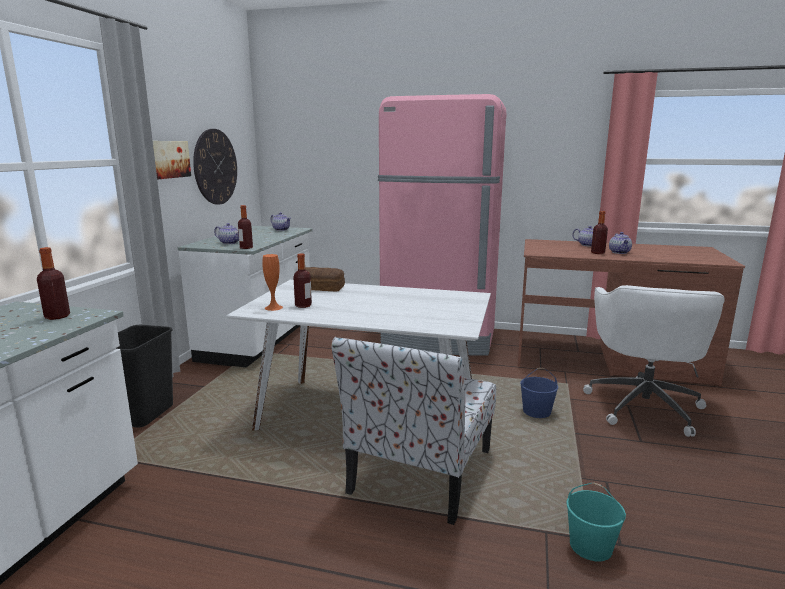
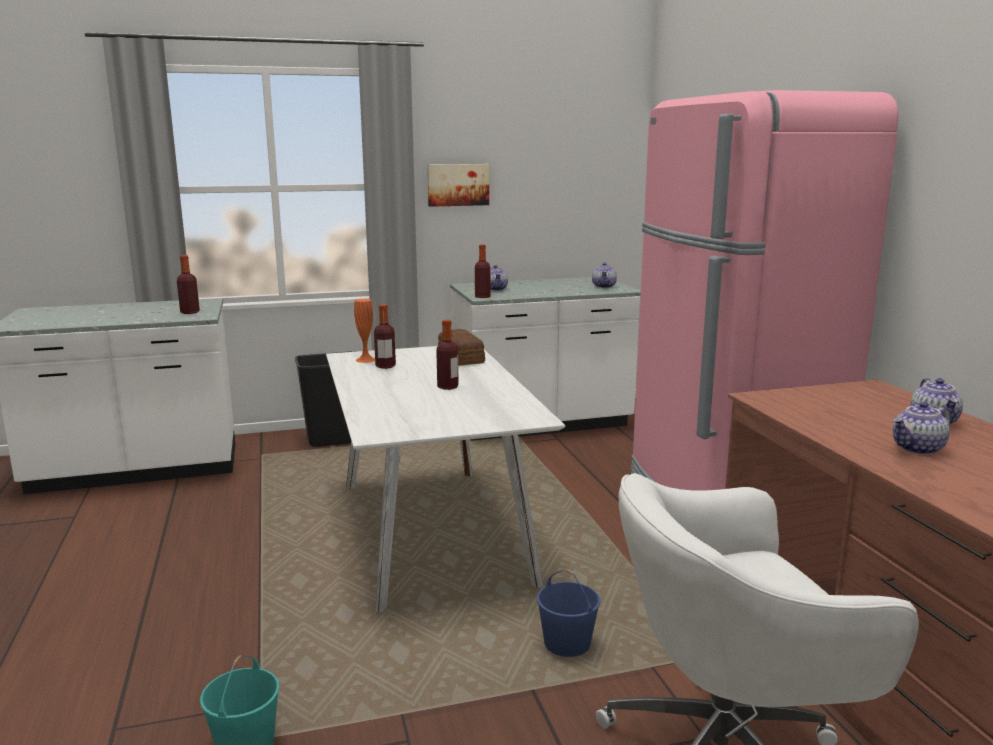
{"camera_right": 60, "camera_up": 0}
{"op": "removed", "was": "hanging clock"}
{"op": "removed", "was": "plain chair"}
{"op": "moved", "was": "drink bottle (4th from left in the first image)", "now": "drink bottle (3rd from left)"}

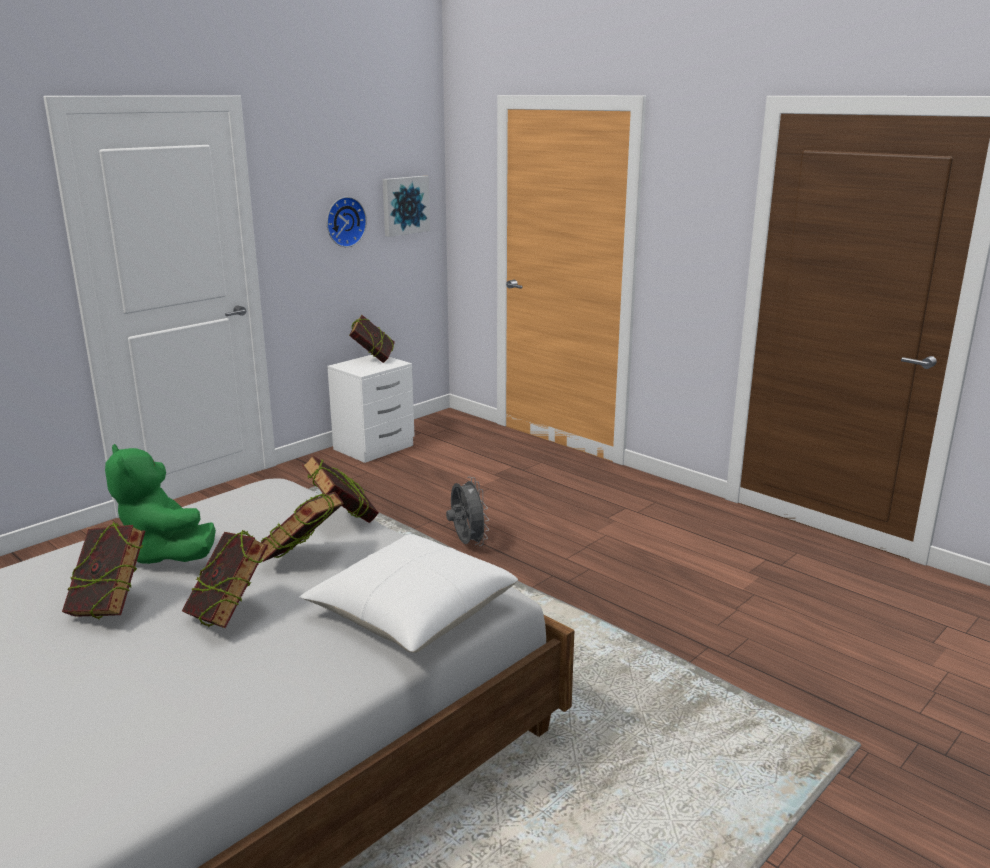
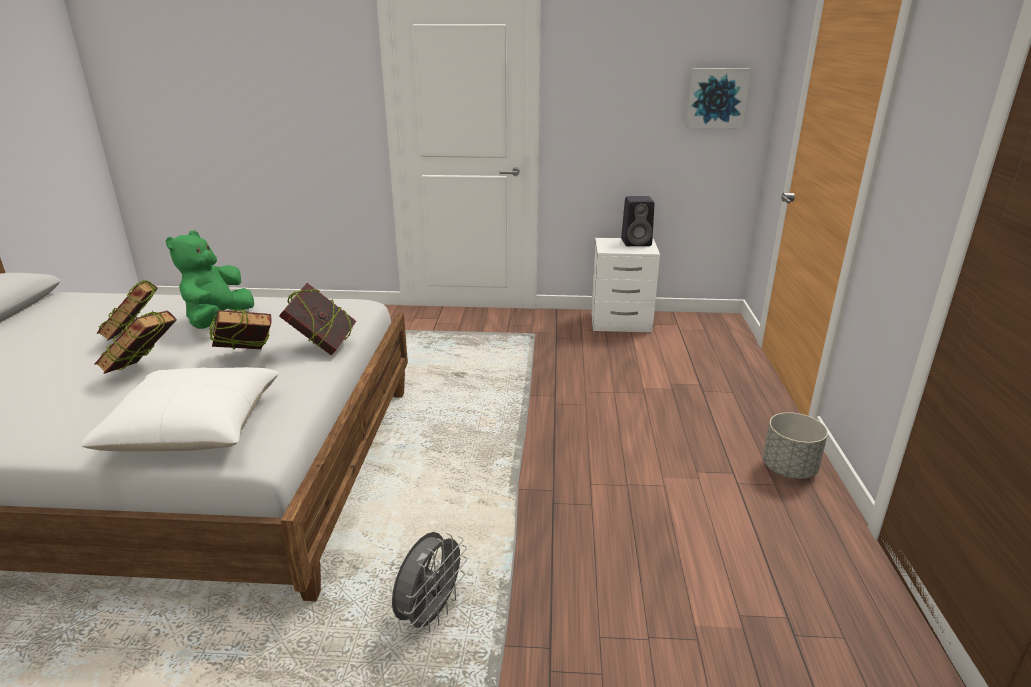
{"camera_right": 50, "camera_up": 5}
{"op": "removed", "was": "hanging clock"}
{"op": "replaced", "was": "bound book (5th from left)", "now": "black loudspeaker"}
{"op": "moved", "was": "greyish cooling fan"}
{"op": "added", "now": "greyish planter"}

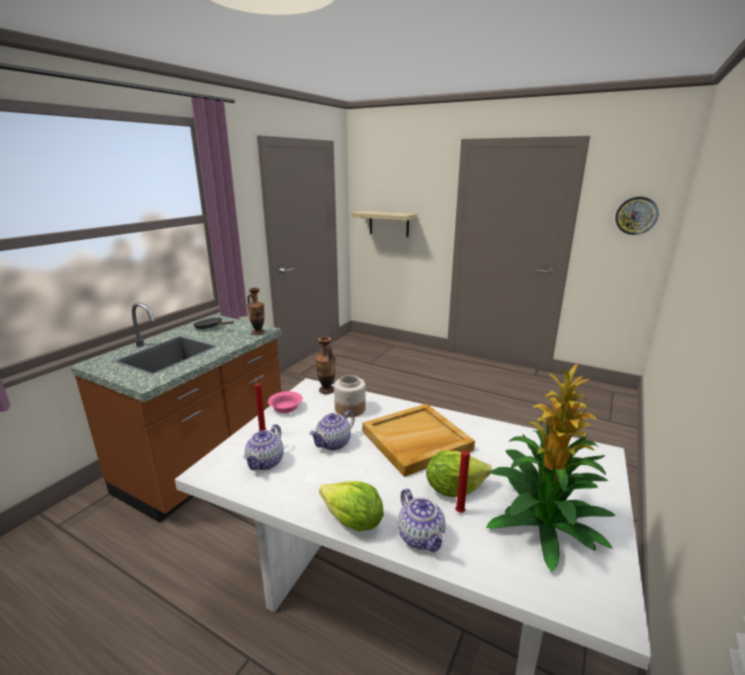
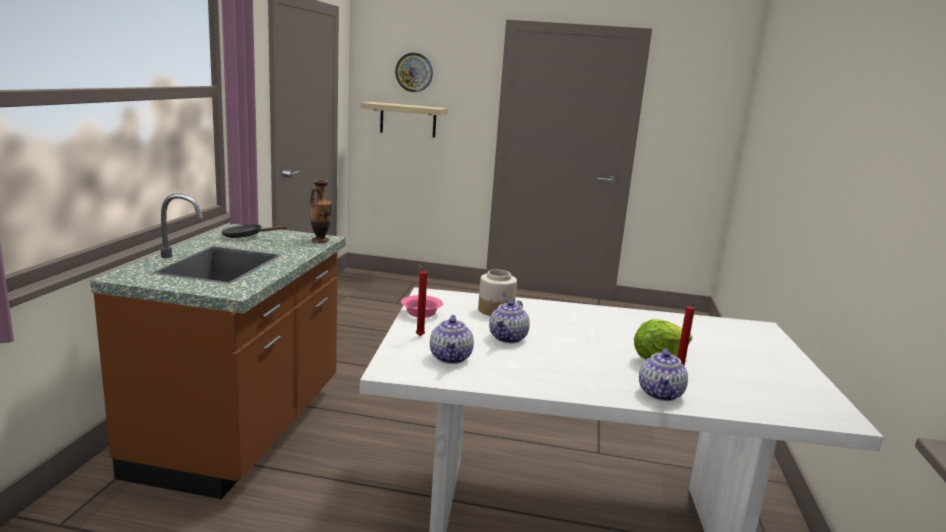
{"camera_right": -20, "camera_up": -5}
{"op": "removed", "was": "flower vase (2nd from left)"}
{"op": "removed", "was": "lettuce head (1st from left)"}
{"op": "removed", "was": "beige-coloured serving tray"}
{"op": "turned", "was": "pot for tea (3rd from left)", "clockwise": 60}
{"op": "removed", "was": "houseplant"}
{"op": "moved", "was": "hanging clock"}

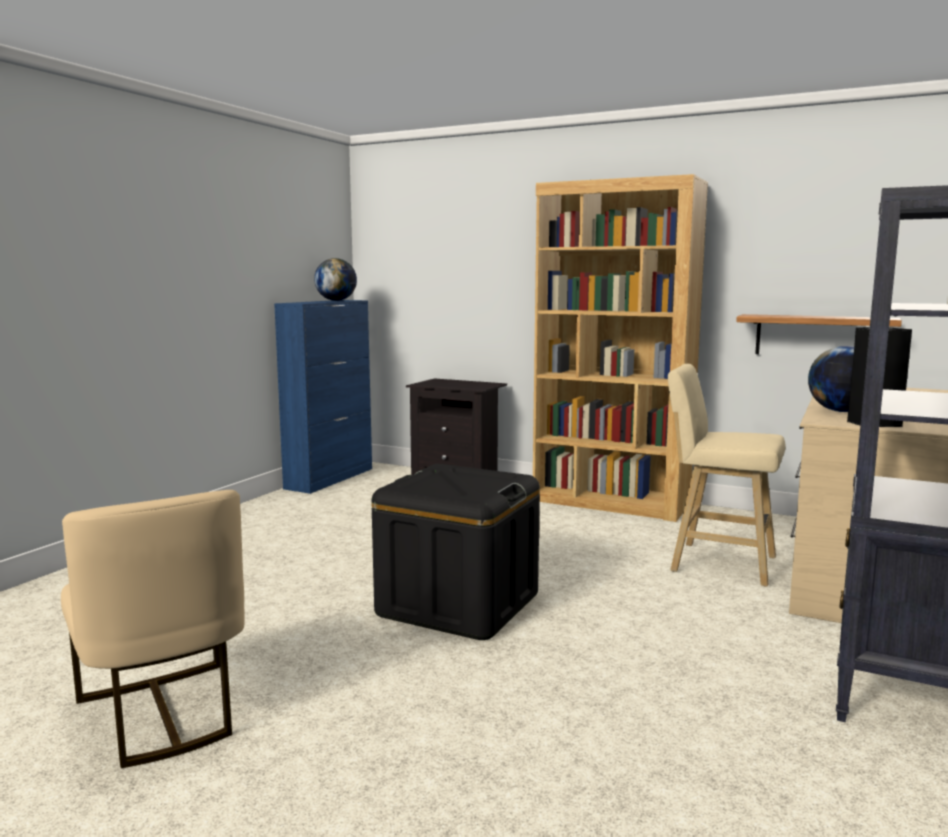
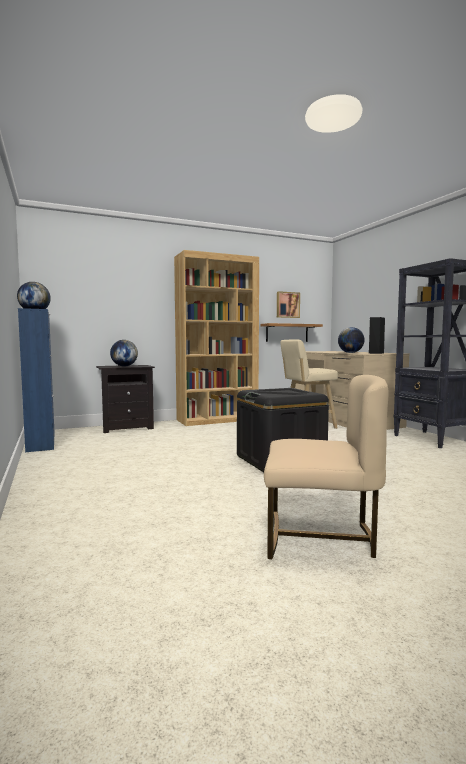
{"camera_right": -50, "camera_up": -5}
{"op": "added", "now": "world globe (2nd from left)"}
{"op": "added", "now": "wall picture"}

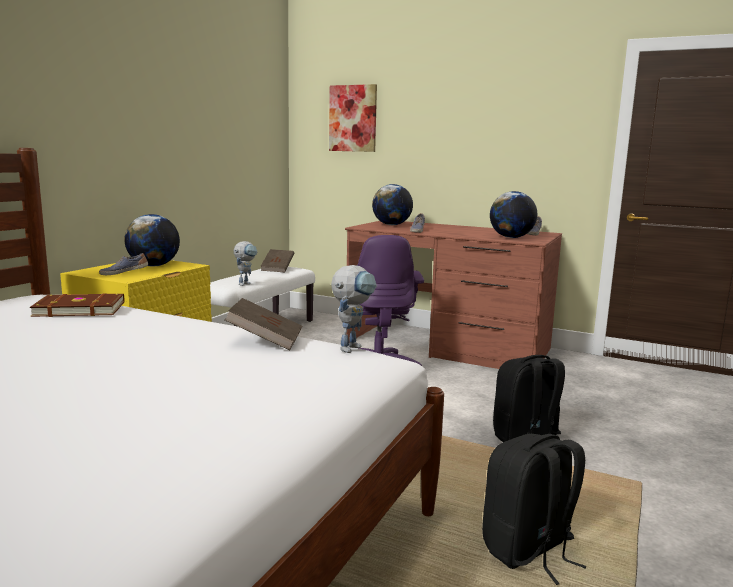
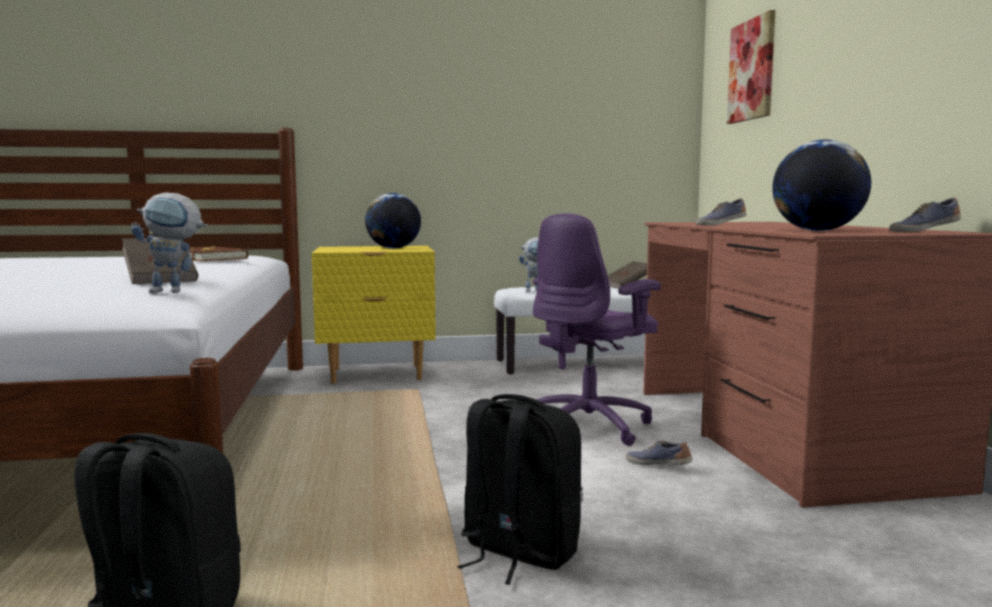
{"camera_right": 55, "camera_up": -5}
{"op": "moved", "was": "item of footwear (1st from left)"}
{"op": "removed", "was": "world globe (2nd from left)"}

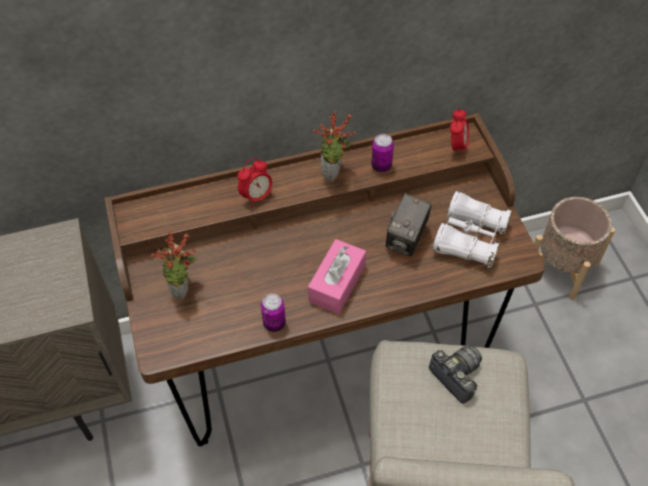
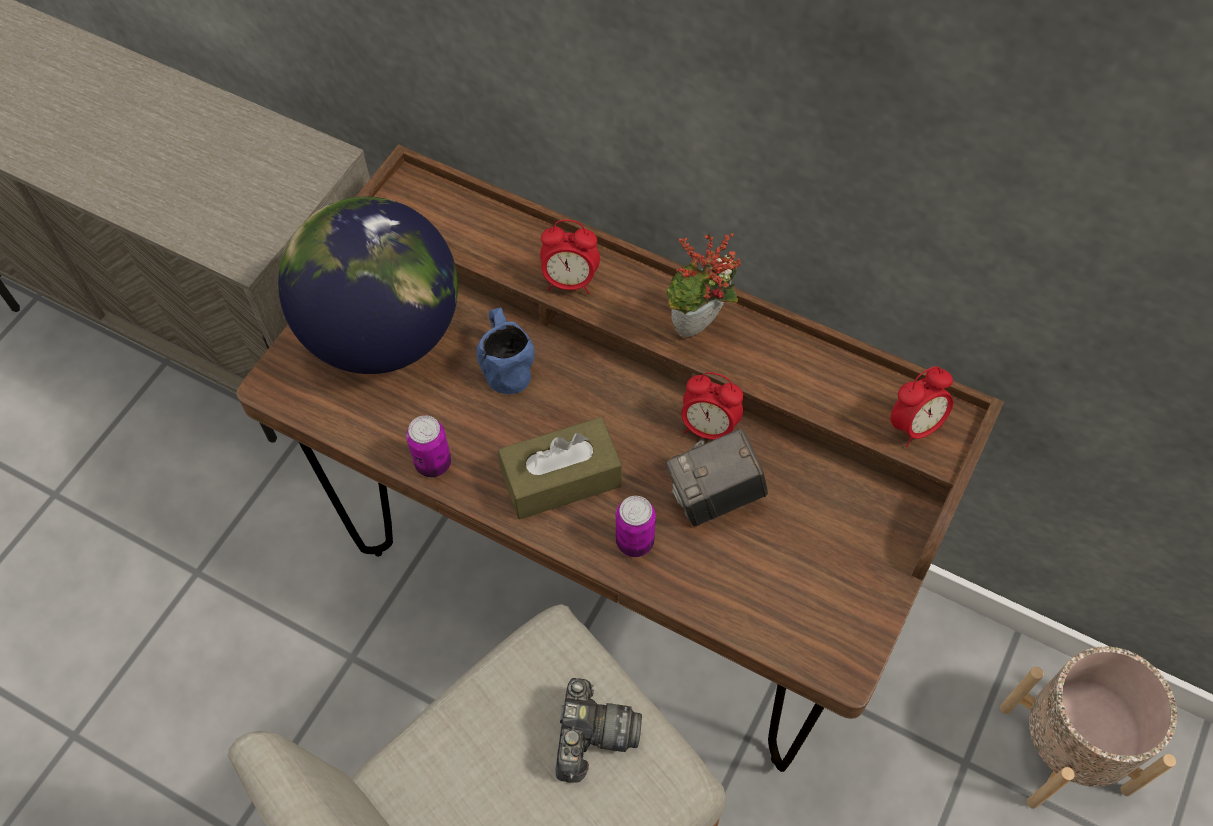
{"camera_right": 45, "camera_up": 5}
{"op": "replaced", "was": "houseplant (1st from left)", "now": "world globe"}
{"op": "recoloured", "was": "pinkish tissue box", "now": "brown-coloured tissue box"}
{"op": "moved", "was": "can (2nd from left)"}
{"op": "removed", "was": "white pair of binoculars"}
{"op": "added", "now": "blue-coloured tea mug"}
{"op": "added", "now": "bedside clock (2nd from left)"}

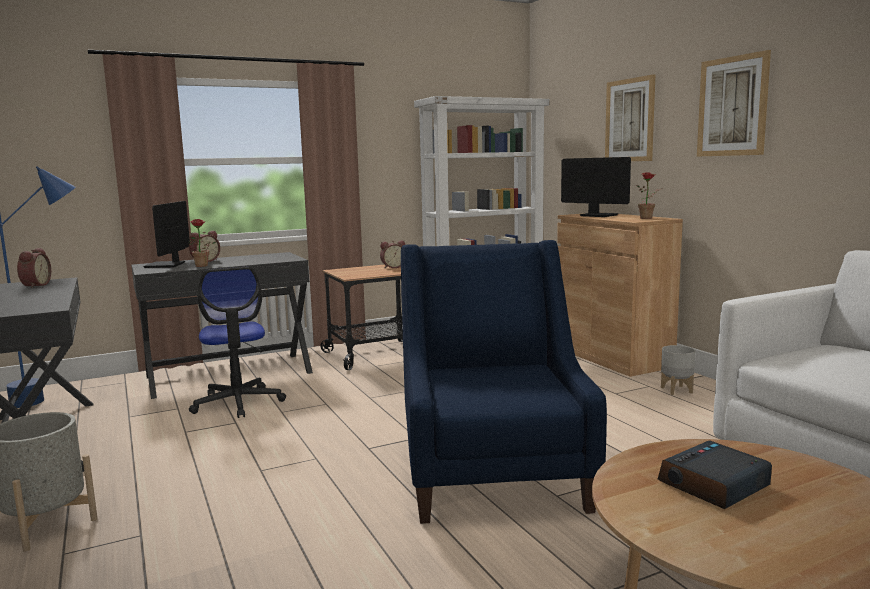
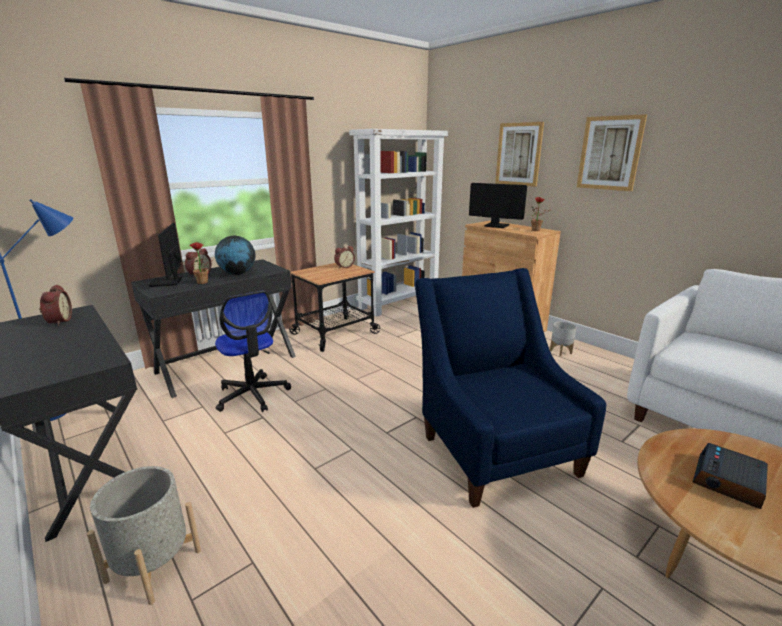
{"camera_right": -15, "camera_up": 10}
{"op": "added", "now": "world globe"}

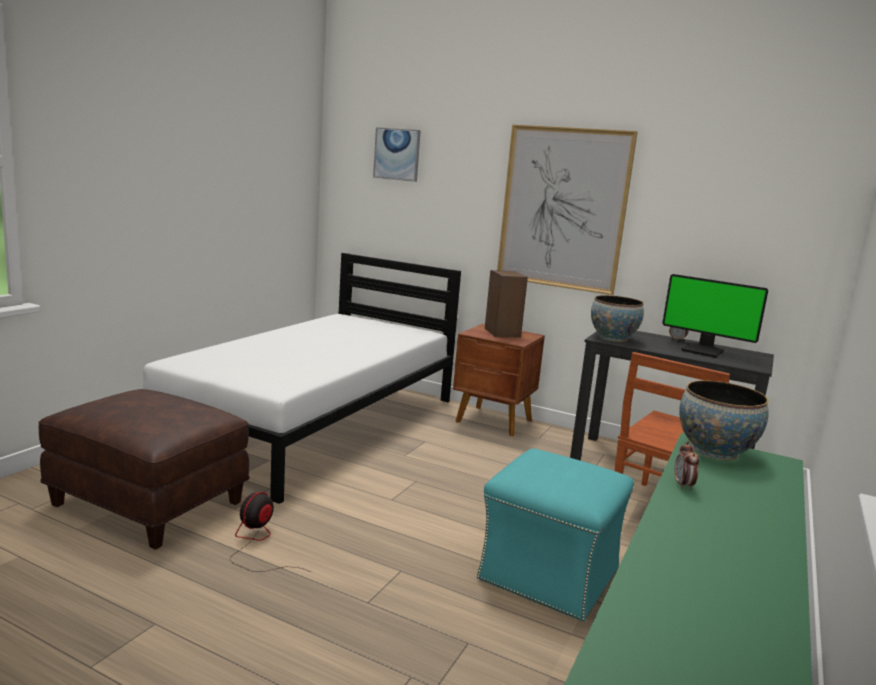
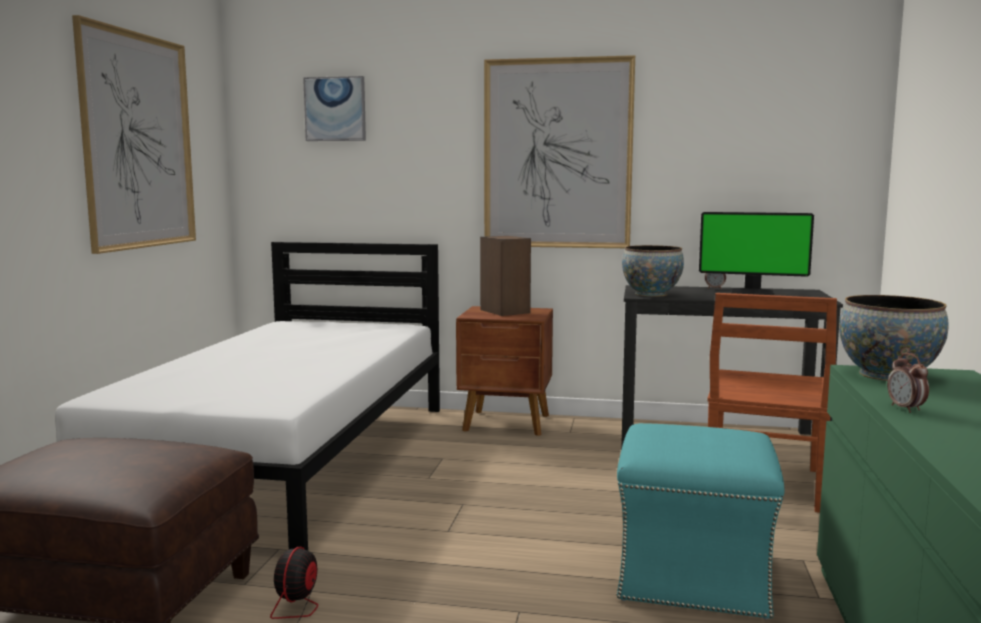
{"camera_right": -15, "camera_up": -5}
{"op": "added", "now": "wall picture (1st from left)"}

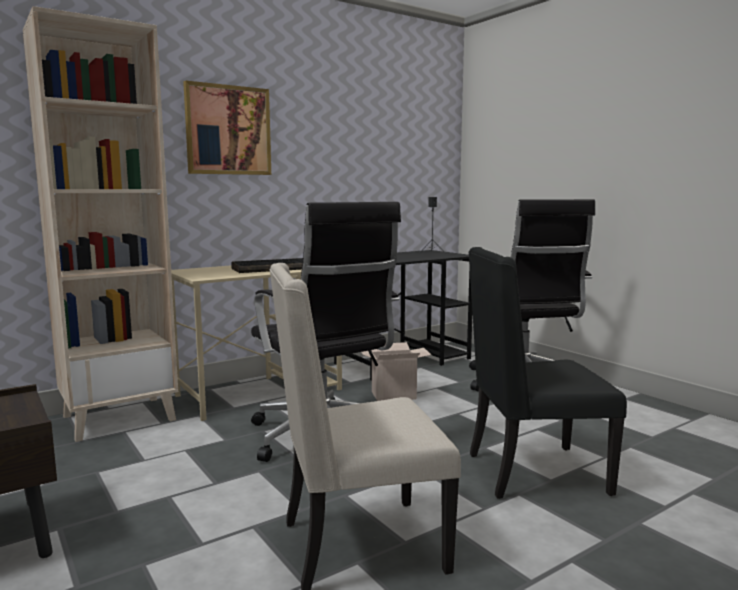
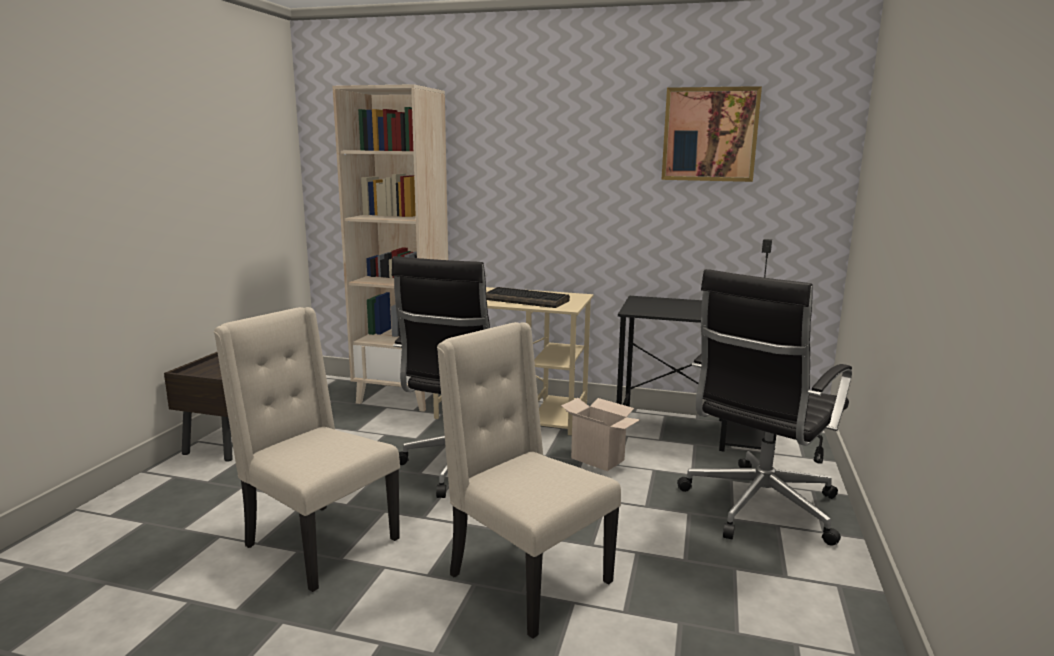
{"camera_right": 50, "camera_up": 5}
{"op": "moved", "was": "wall picture"}
{"op": "recoloured", "was": "black plain chair", "now": "beige-coloured plain chair (2nd from left)"}

